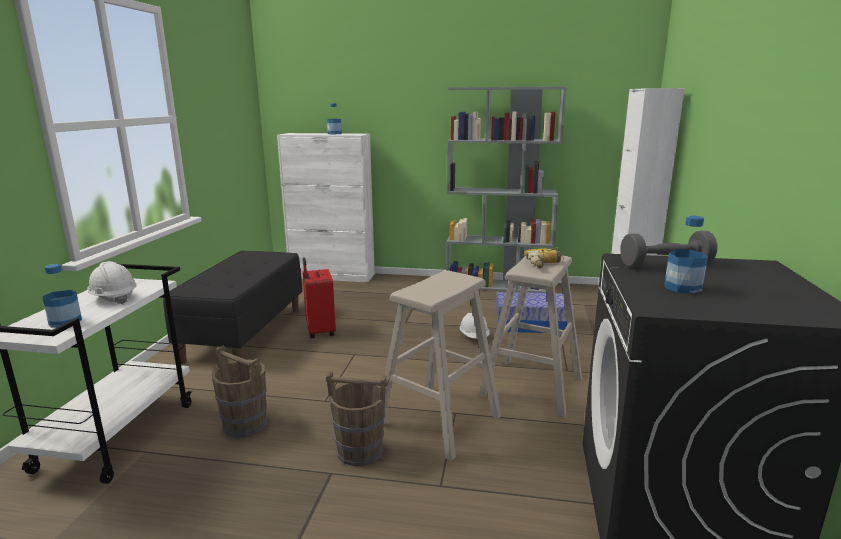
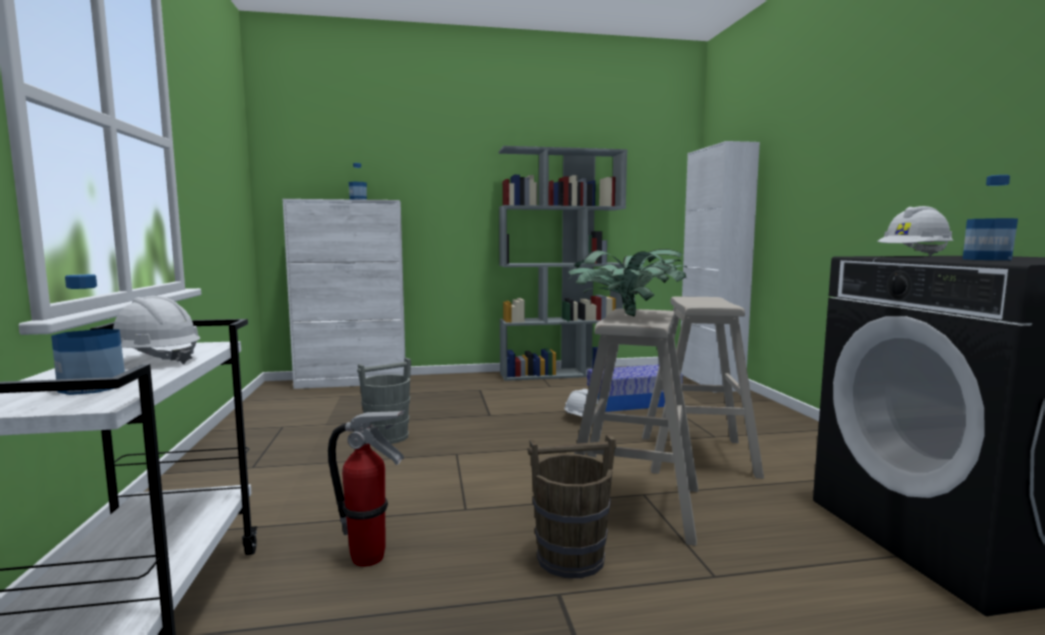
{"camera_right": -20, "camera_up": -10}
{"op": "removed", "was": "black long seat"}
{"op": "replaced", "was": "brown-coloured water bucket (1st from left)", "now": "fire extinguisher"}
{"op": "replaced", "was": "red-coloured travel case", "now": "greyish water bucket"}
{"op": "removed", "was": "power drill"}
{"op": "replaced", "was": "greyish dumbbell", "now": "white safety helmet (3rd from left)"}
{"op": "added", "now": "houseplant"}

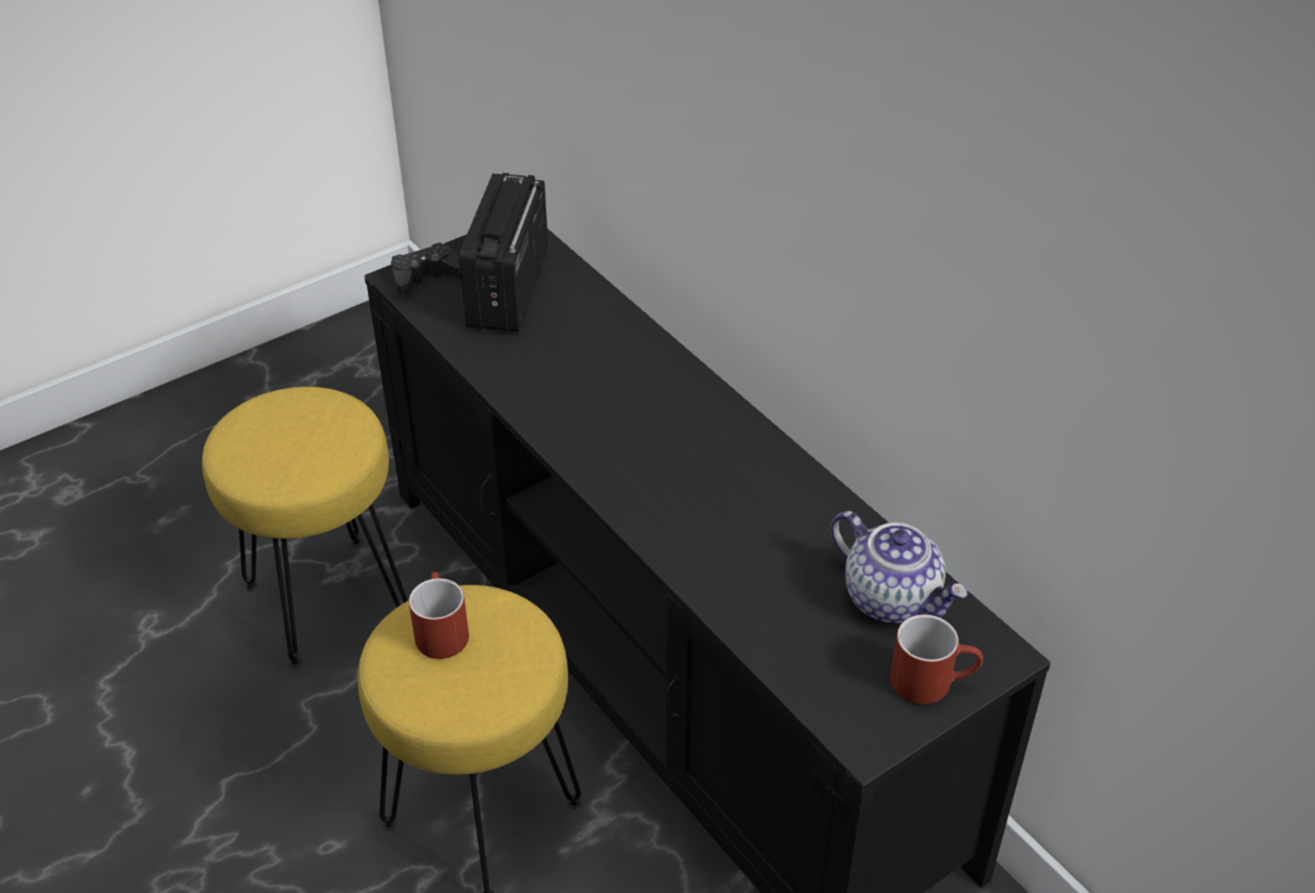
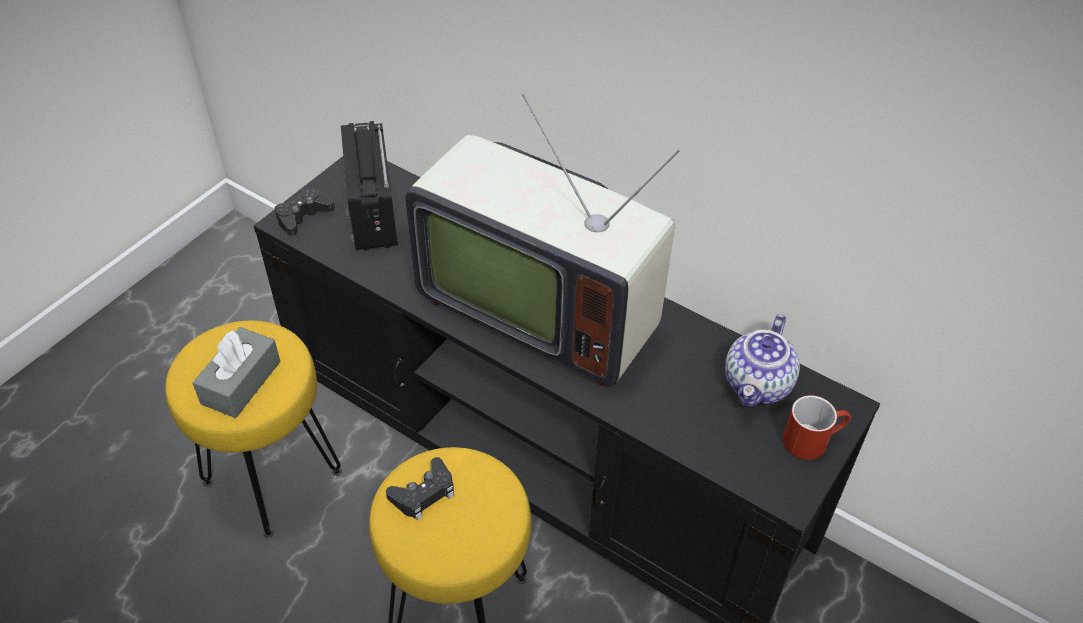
{"camera_right": -20, "camera_up": 5}
{"op": "replaced", "was": "red-coloured tea mug (1st from left)", "now": "black gamepad (2nd from left)"}
{"op": "turned", "was": "pot for tea", "clockwise": 90}
{"op": "added", "now": "greyish tissue box"}
{"op": "added", "now": "TV"}

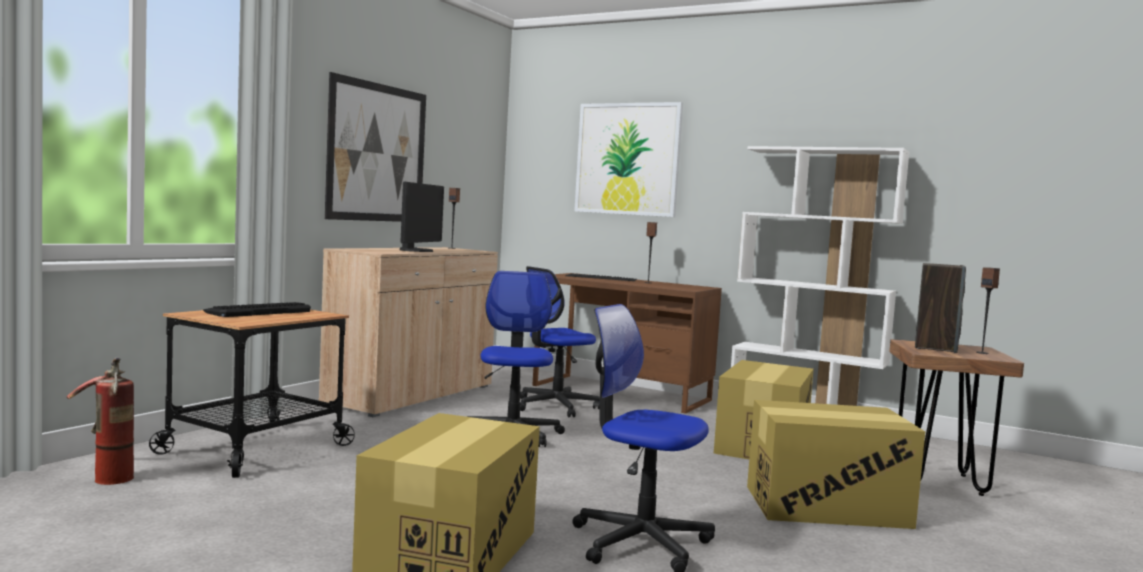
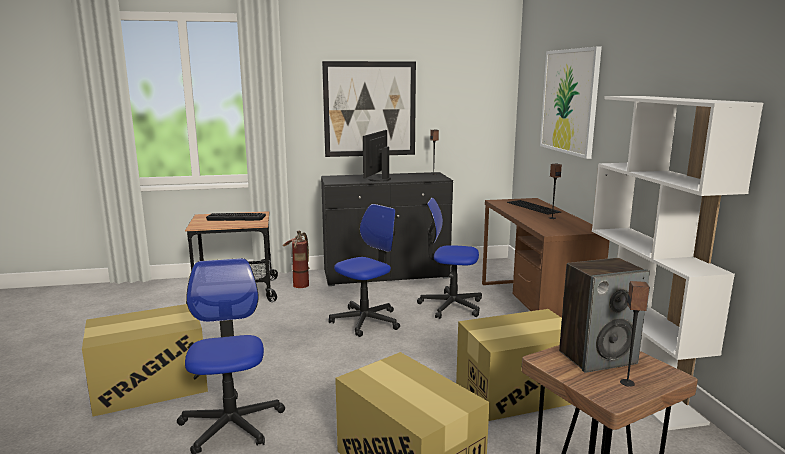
{"camera_right": 50, "camera_up": 10}
{"op": "moved", "was": "fire extinguisher"}
{"op": "recoloured", "was": "beige-coloured cabinet", "now": "black cabinet"}
{"op": "turned", "was": "computer display", "clockwise": 135}

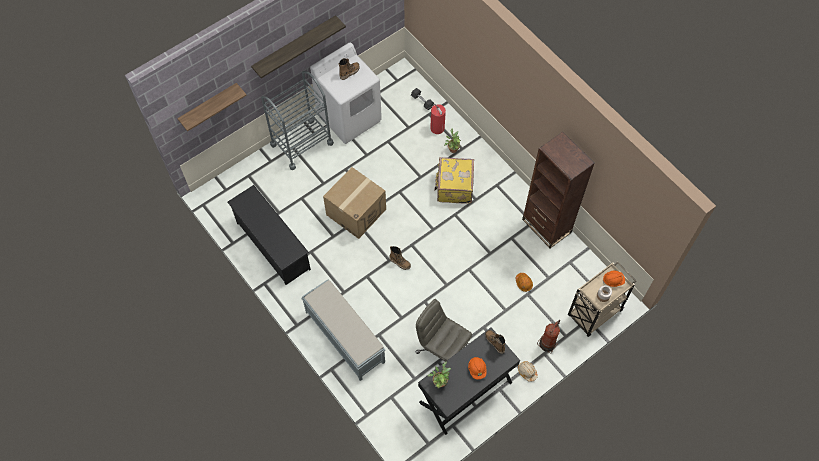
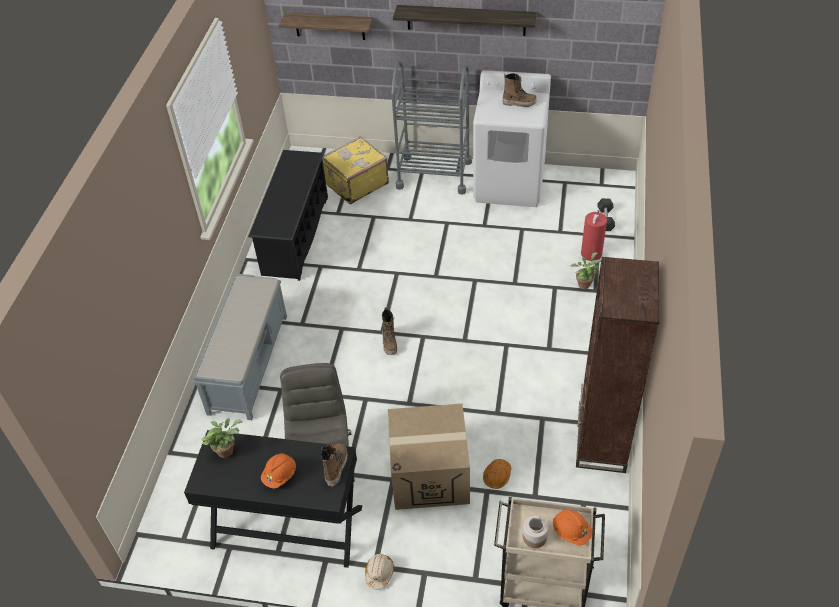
{"camera_right": 50, "camera_up": -15}
{"op": "moved", "was": "packing box"}
{"op": "moved", "was": "yellow-coloured travel case"}
{"op": "removed", "was": "fire extinguisher (2nd from left)"}

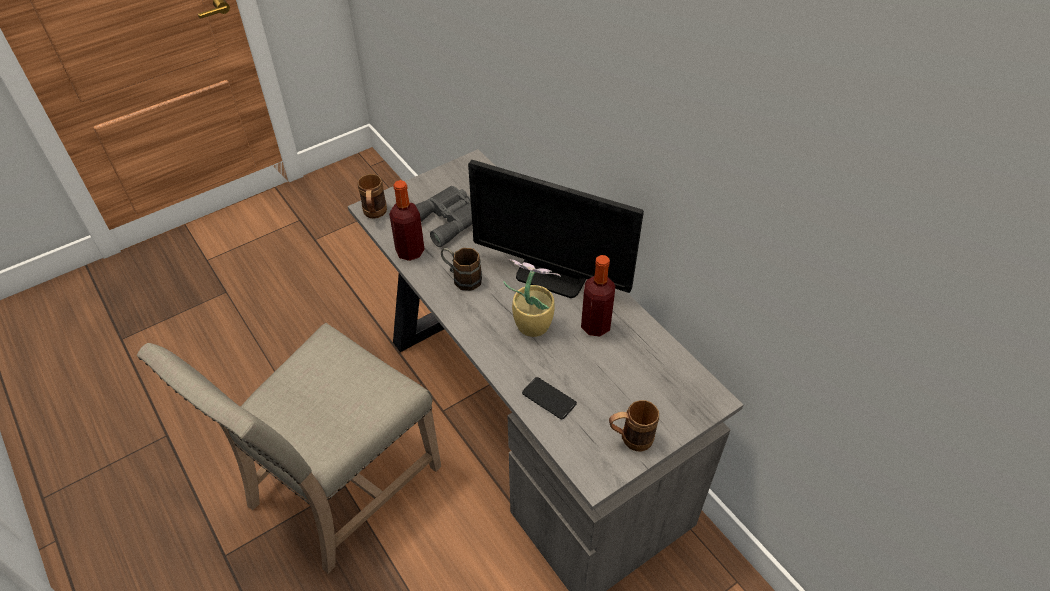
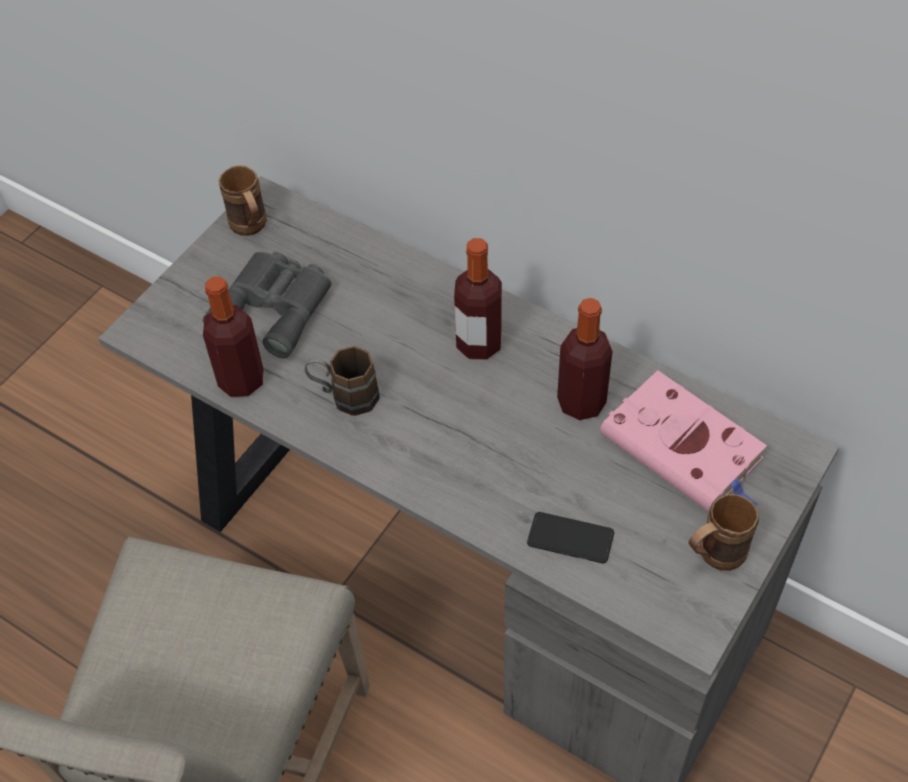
{"camera_right": -20, "camera_up": 5}
{"op": "moved", "was": "brown-coloured tea mug (1st from left)"}
{"op": "replaced", "was": "computer display", "now": "drink bottle (2nd from left)"}
{"op": "removed", "was": "houseplant"}
{"op": "added", "now": "pinkish bound book"}

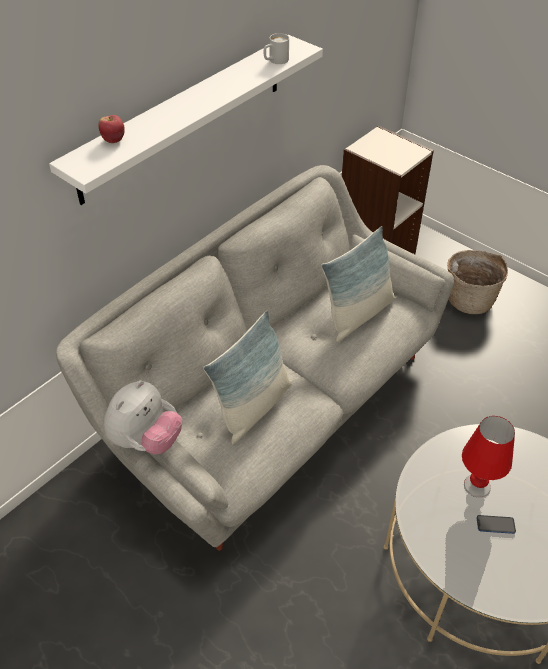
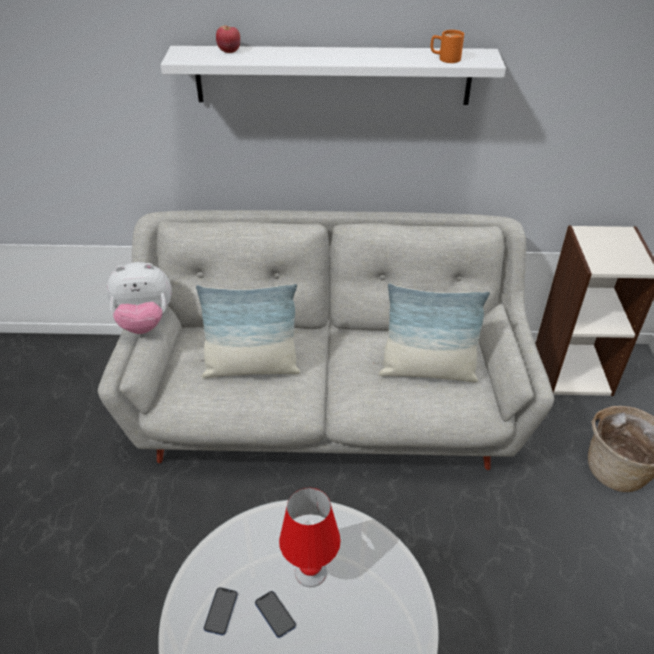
{"camera_right": 50, "camera_up": -5}
{"op": "recoloured", "was": "white tea mug", "now": "orange-coloured tea mug"}
{"op": "added", "now": "telephone (1st from left)"}

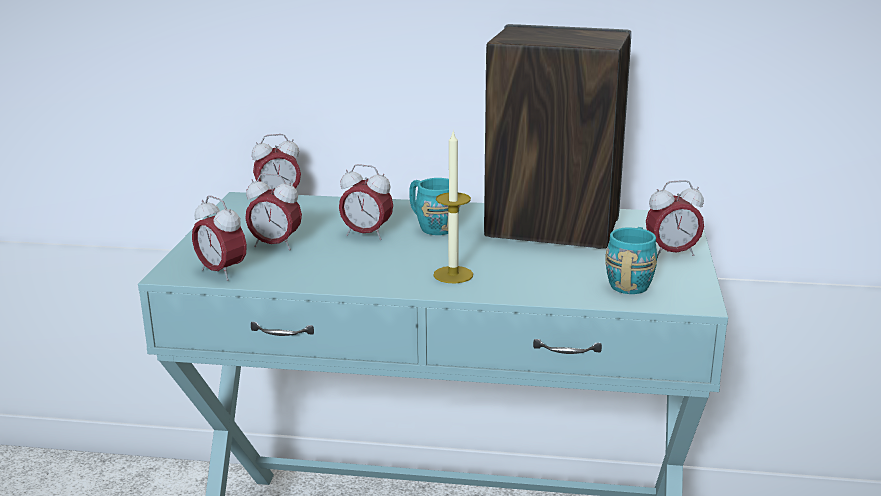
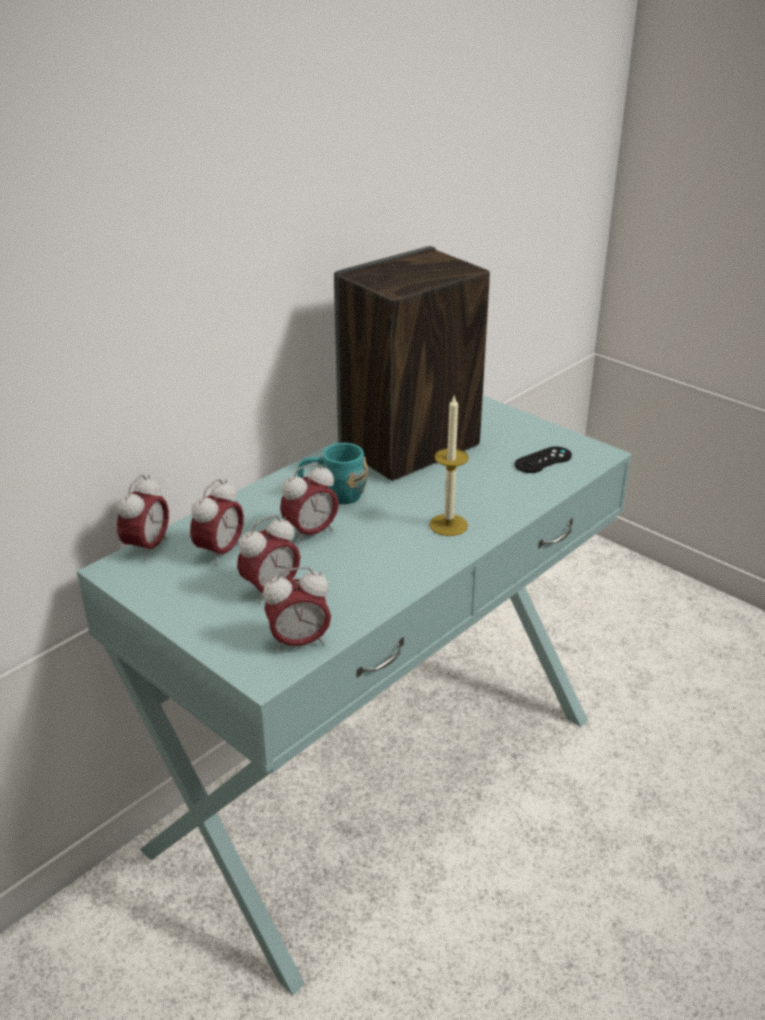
{"camera_right": -55, "camera_up": 10}
{"op": "replaced", "was": "blue-green tea mug (2nd from left)", "now": "black gamepad"}
{"op": "moved", "was": "bedside clock (5th from left in the first image)", "now": "bedside clock (2nd from left)"}

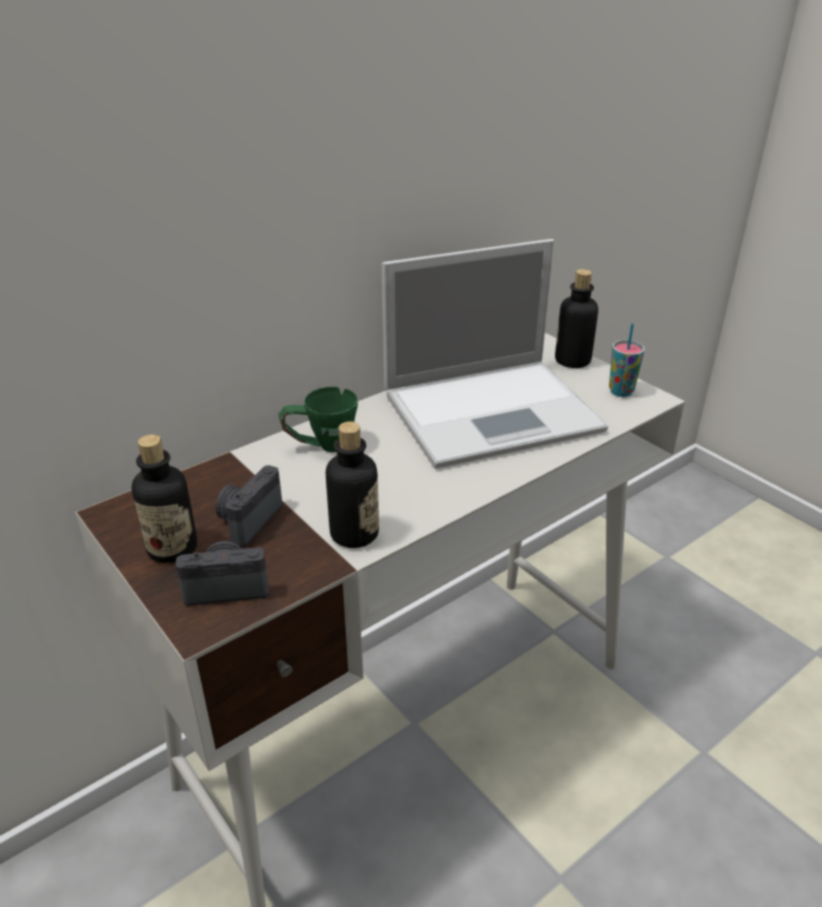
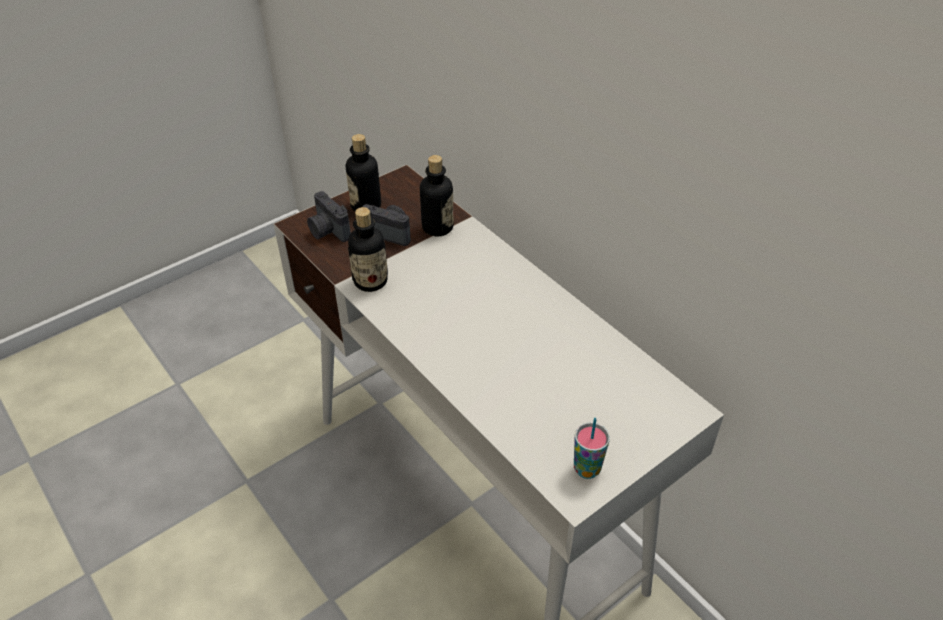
{"camera_right": 90, "camera_up": 10}
{"op": "turned", "was": "photo camera (1st from left)", "clockwise": 150}
{"op": "removed", "was": "greenish tea mug"}
{"op": "removed", "was": "portable computer"}
{"op": "moved", "was": "drink bottle (3rd from left)"}

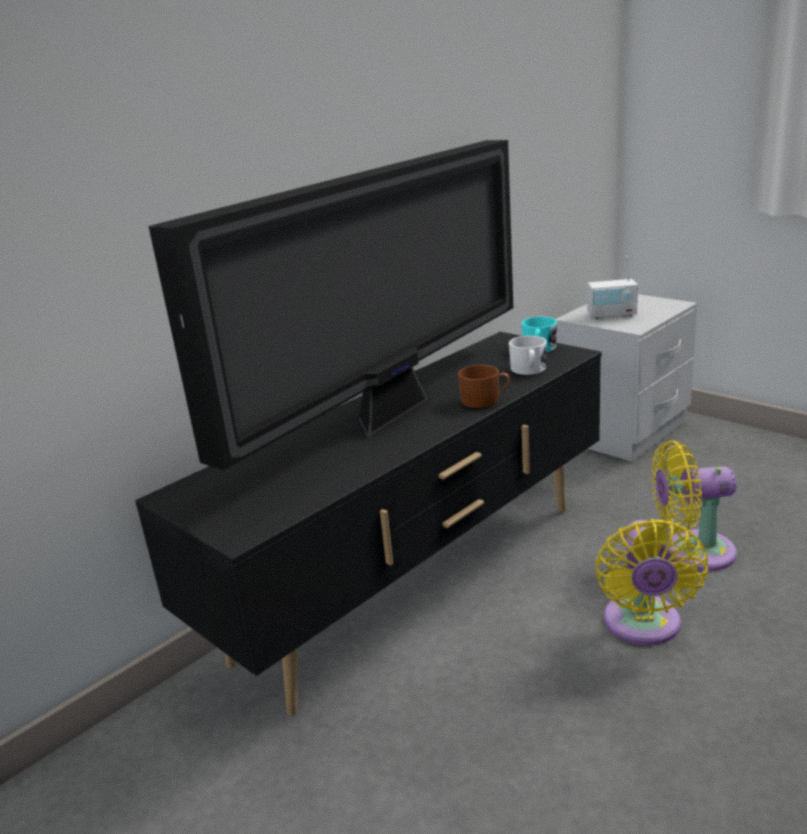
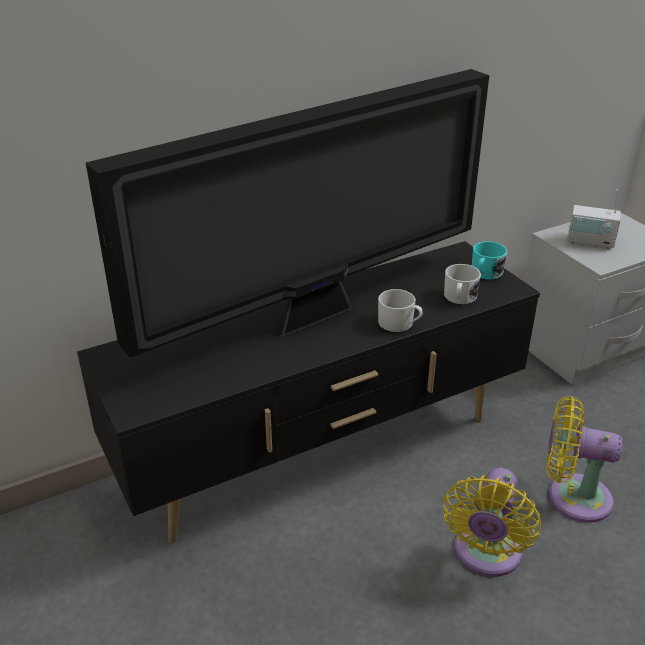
{"camera_right": 15, "camera_up": 10}
{"op": "recoloured", "was": "brown-coloured tea mug", "now": "white tea mug (1st from left)"}

